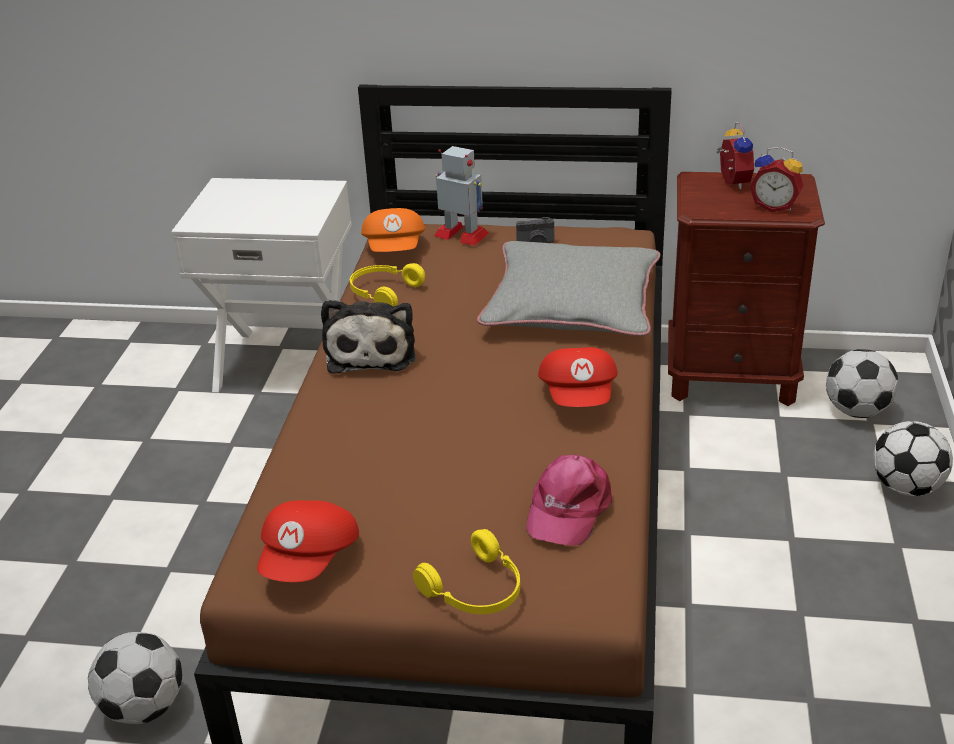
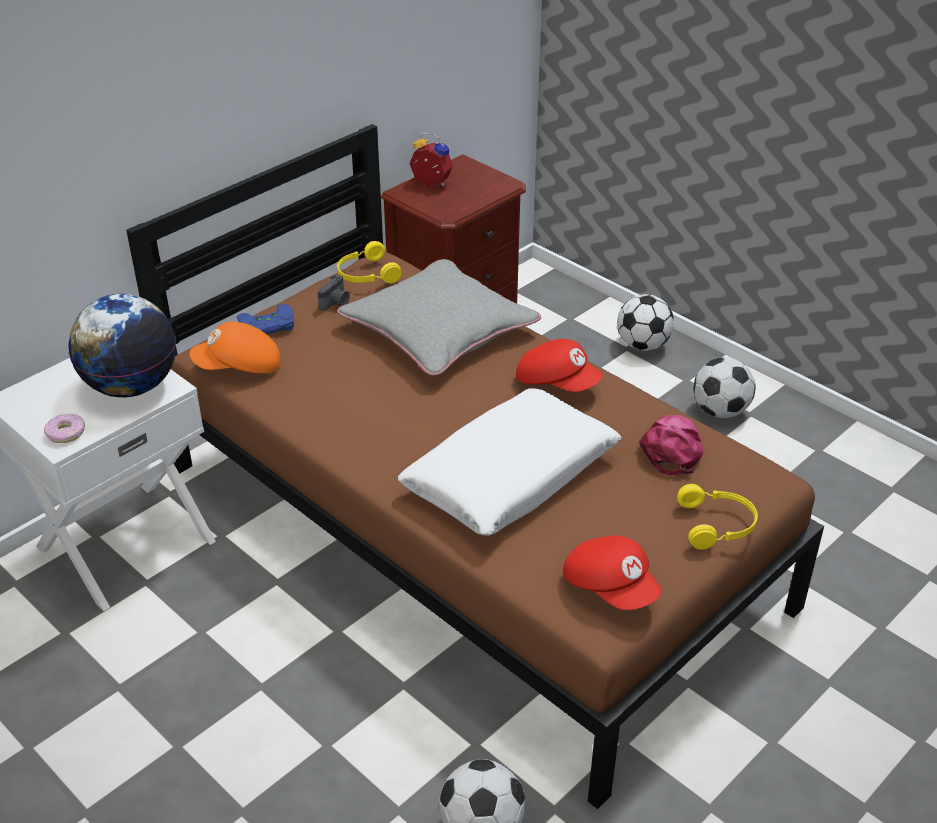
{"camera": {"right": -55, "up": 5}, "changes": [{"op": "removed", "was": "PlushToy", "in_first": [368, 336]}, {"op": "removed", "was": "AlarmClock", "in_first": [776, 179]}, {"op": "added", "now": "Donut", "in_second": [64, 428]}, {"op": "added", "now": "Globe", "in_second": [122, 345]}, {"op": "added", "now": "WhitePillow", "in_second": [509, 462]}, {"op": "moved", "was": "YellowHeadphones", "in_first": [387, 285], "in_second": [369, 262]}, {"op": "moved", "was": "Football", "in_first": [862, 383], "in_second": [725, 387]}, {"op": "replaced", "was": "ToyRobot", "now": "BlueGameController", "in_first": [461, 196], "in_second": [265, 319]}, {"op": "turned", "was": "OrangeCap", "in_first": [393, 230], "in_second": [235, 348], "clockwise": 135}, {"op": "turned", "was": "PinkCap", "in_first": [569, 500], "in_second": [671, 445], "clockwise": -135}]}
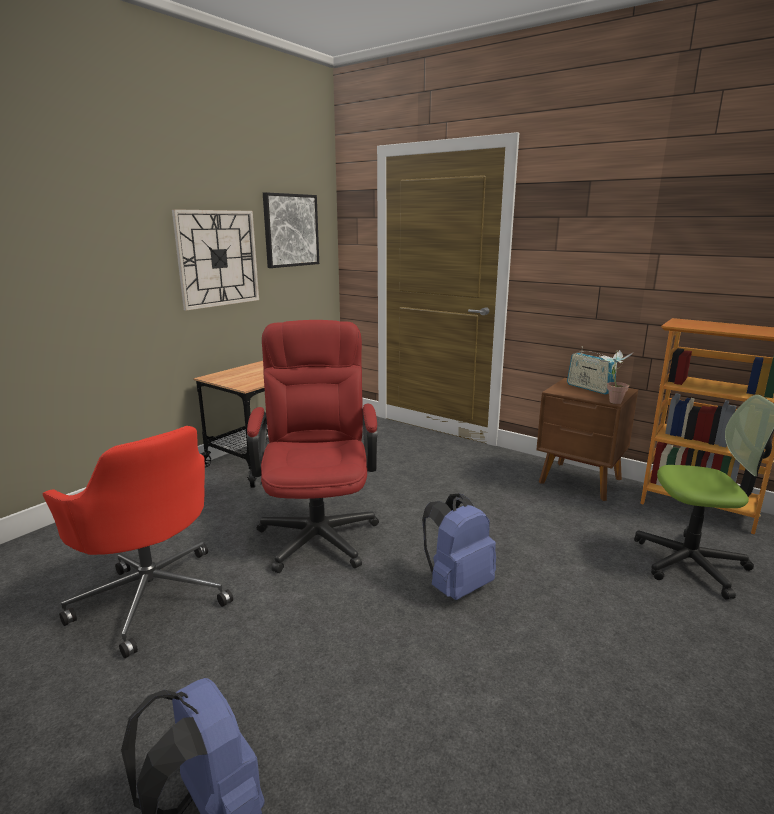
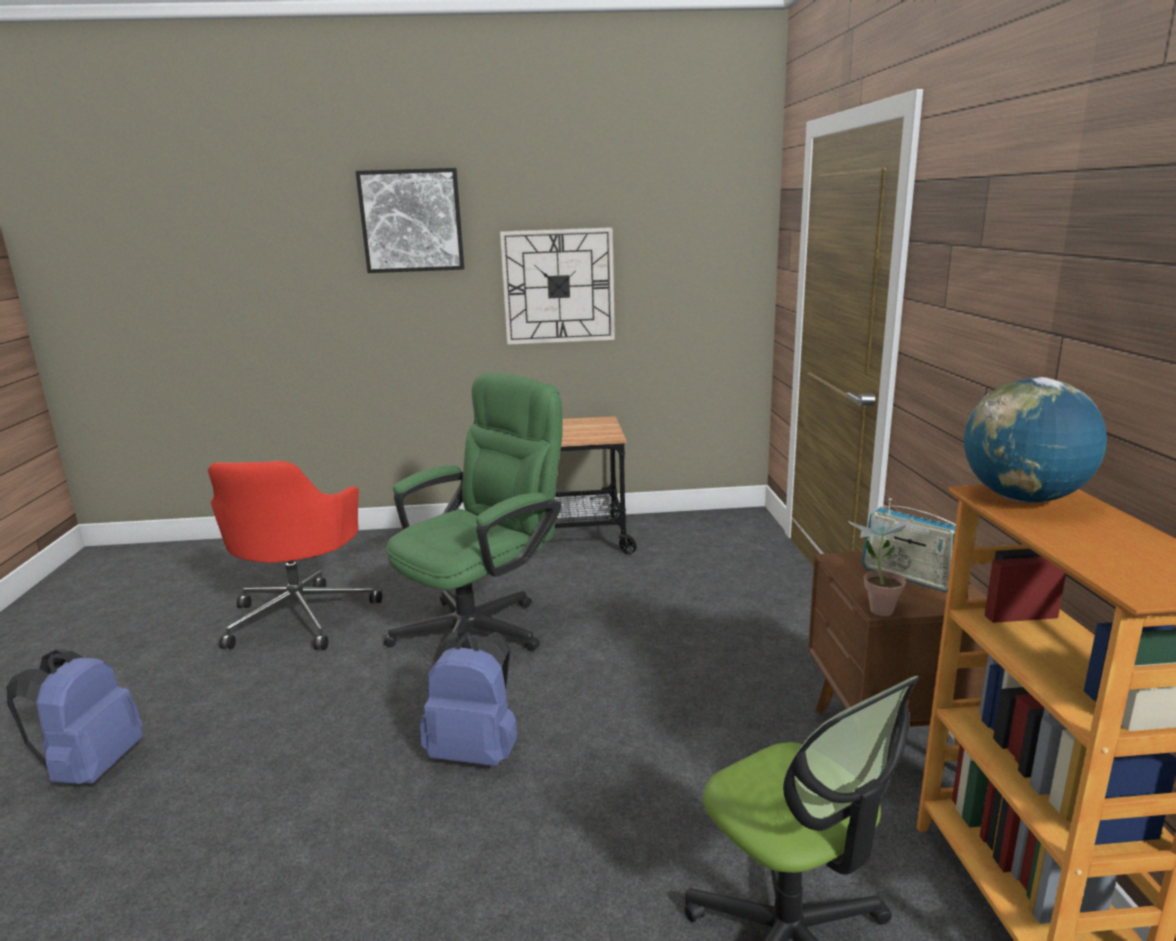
{"camera": {"right": 50, "up": 0}, "changes": [{"op": "added", "now": "Globe", "in_second": [1035, 440]}, {"op": "moved", "was": "Picture", "in_first": [291, 230], "in_second": [410, 220]}, {"op": "recoloured", "was": "RedOfficeChair", "now": "GreenOfficeChair", "in_first": [313, 446], "in_second": [473, 512]}, {"op": "turned", "was": "Radio", "in_first": [592, 371], "in_second": [909, 545], "clockwise": -60}]}
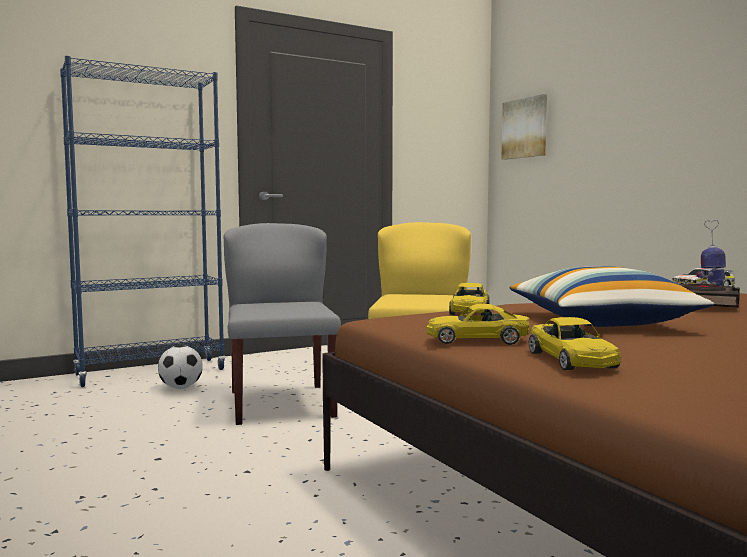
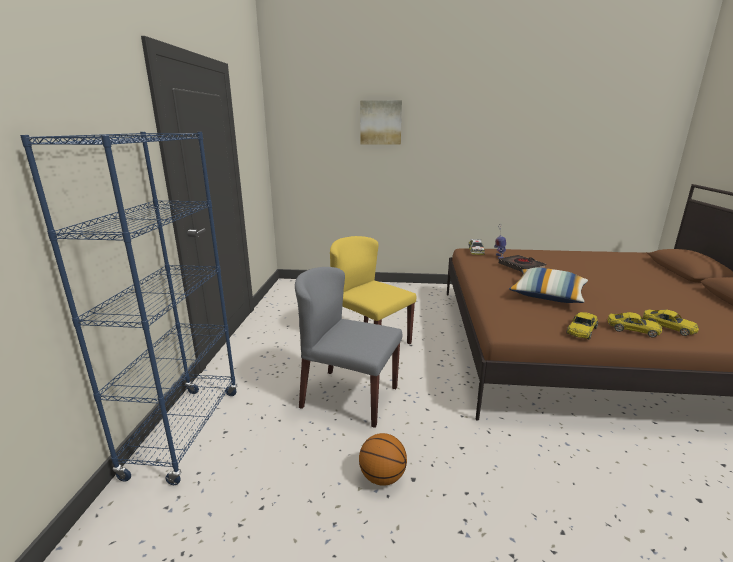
{"camera": {"right": -55, "up": 15}, "changes": [{"op": "removed", "was": "Football", "in_first": [180, 367]}, {"op": "added", "now": "Basketball", "in_second": [383, 459]}, {"op": "moved", "was": "YellowToyCar", "in_first": [469, 299], "in_second": [671, 322]}, {"op": "moved", "was": "Picture", "in_first": [524, 127], "in_second": [381, 122]}]}
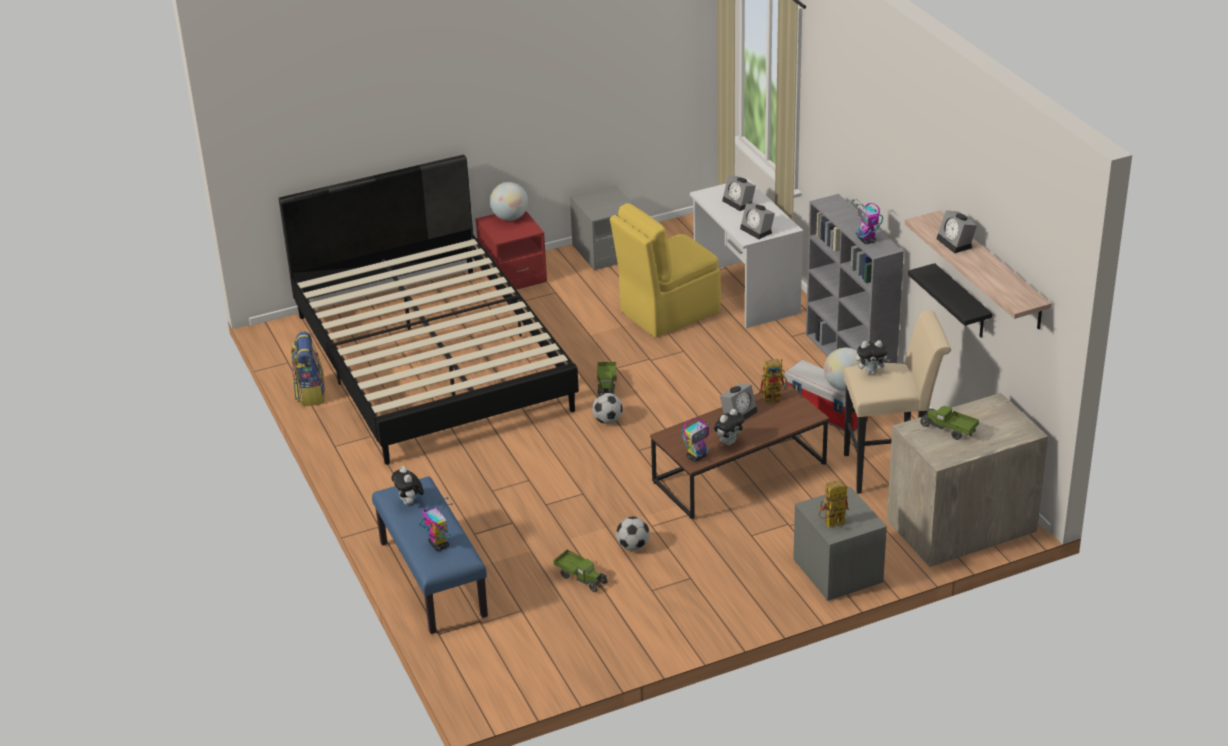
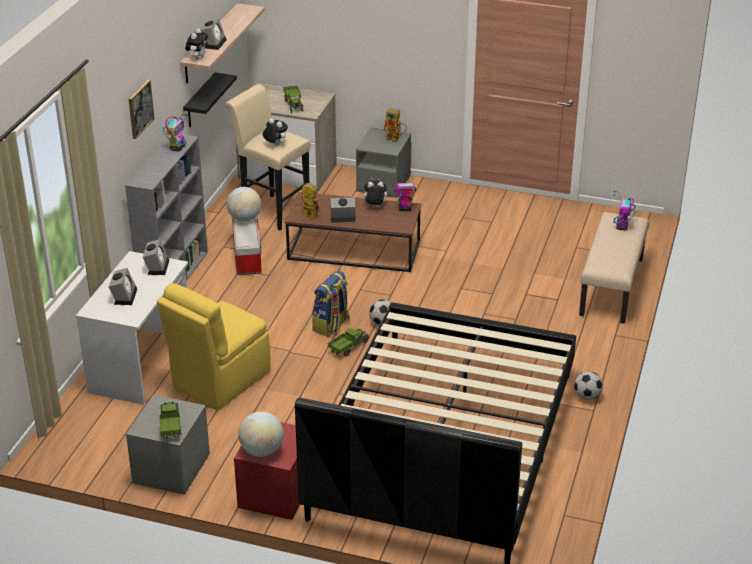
{"camera": {"right": -140, "up": 0}, "changes": [{"op": "added", "now": "Picture", "in_second": [141, 109]}, {"op": "moved", "was": "Backpack", "in_first": [308, 369], "in_second": [331, 304]}, {"op": "moved", "was": "PlushToy", "in_first": [407, 485], "in_second": [196, 44]}, {"op": "moved", "was": "ToyTruck", "in_first": [580, 570], "in_second": [170, 420]}, {"op": "moved", "was": "Football", "in_first": [633, 534], "in_second": [588, 385]}, {"op": "recoloured", "was": "BlueBench", "now": "BeigeBench", "in_first": [430, 555], "in_second": [614, 268]}, {"op": "turned", "was": "YellowChair", "in_first": [665, 270], "in_second": [213, 347], "clockwise": 120}]}
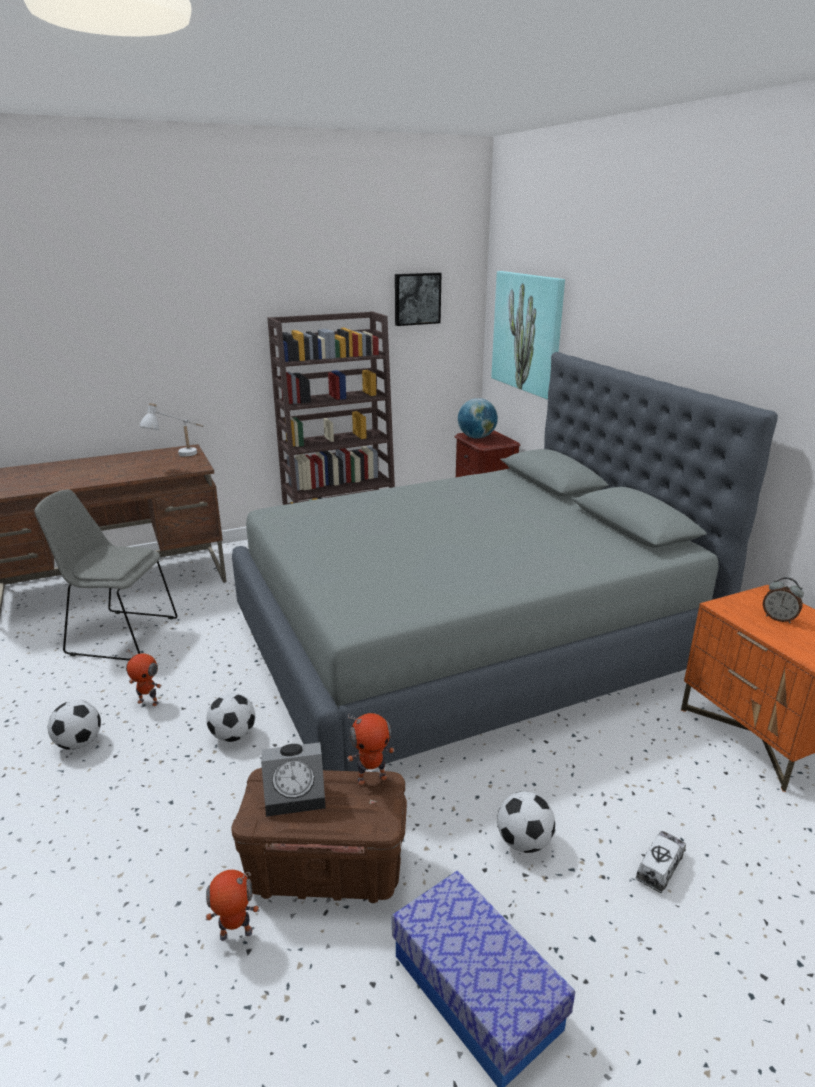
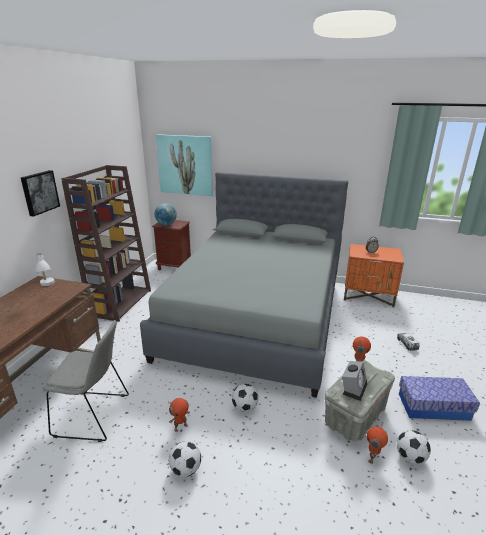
{"camera": {"right": -50, "up": 0}, "changes": [{"op": "moved", "was": "Picture", "in_first": [418, 299], "in_second": [40, 193]}, {"op": "moved", "was": "Football", "in_first": [526, 822], "in_second": [414, 447]}, {"op": "recoloured", "was": "BrownStorageBox", "now": "GreyStorageBox", "in_first": [319, 835], "in_second": [360, 401]}, {"op": "turned", "was": "GreyChair", "in_first": [106, 574], "in_second": [86, 381], "clockwise": -135}]}
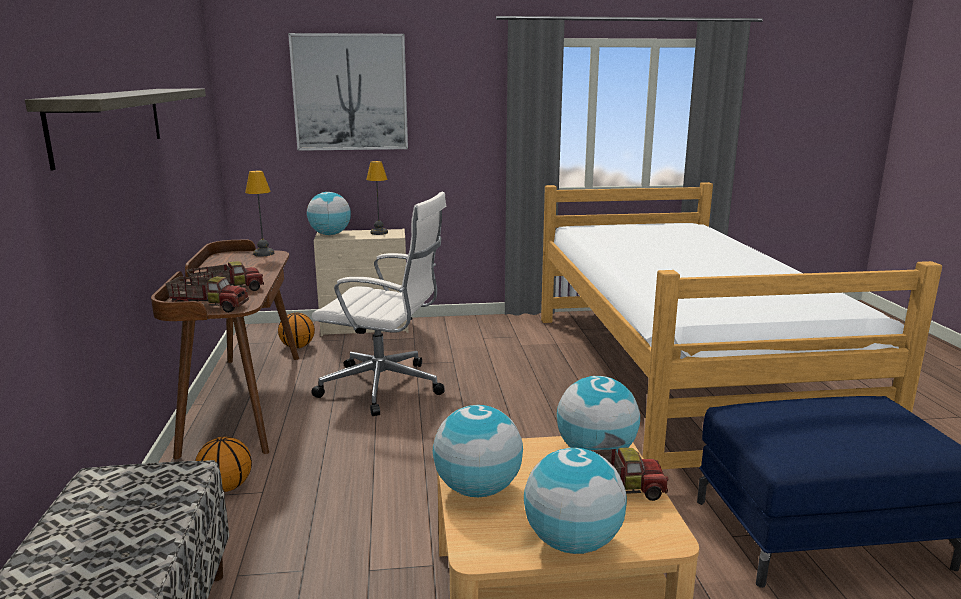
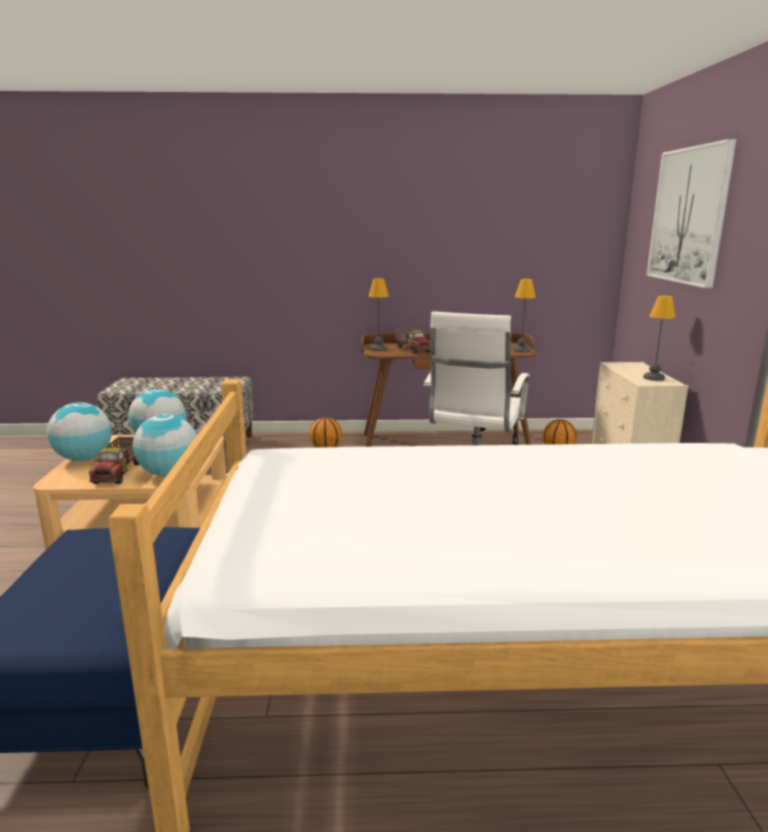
{"camera": {"right": 95, "up": 0}, "changes": [{"op": "removed", "was": "Shelf", "in_first": [115, 129]}, {"op": "removed", "was": "Globe", "in_first": [329, 213]}, {"op": "replaced", "was": "ToyTruck", "now": "TableLamp", "in_first": [207, 294], "in_second": [378, 314]}]}
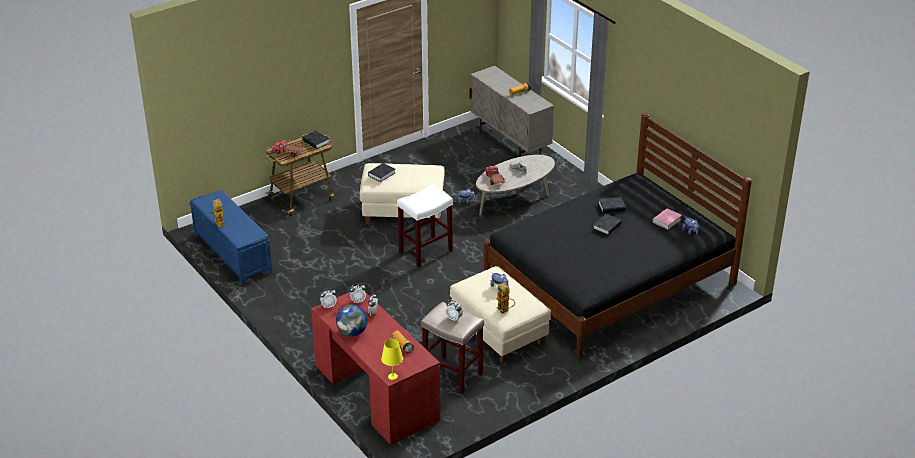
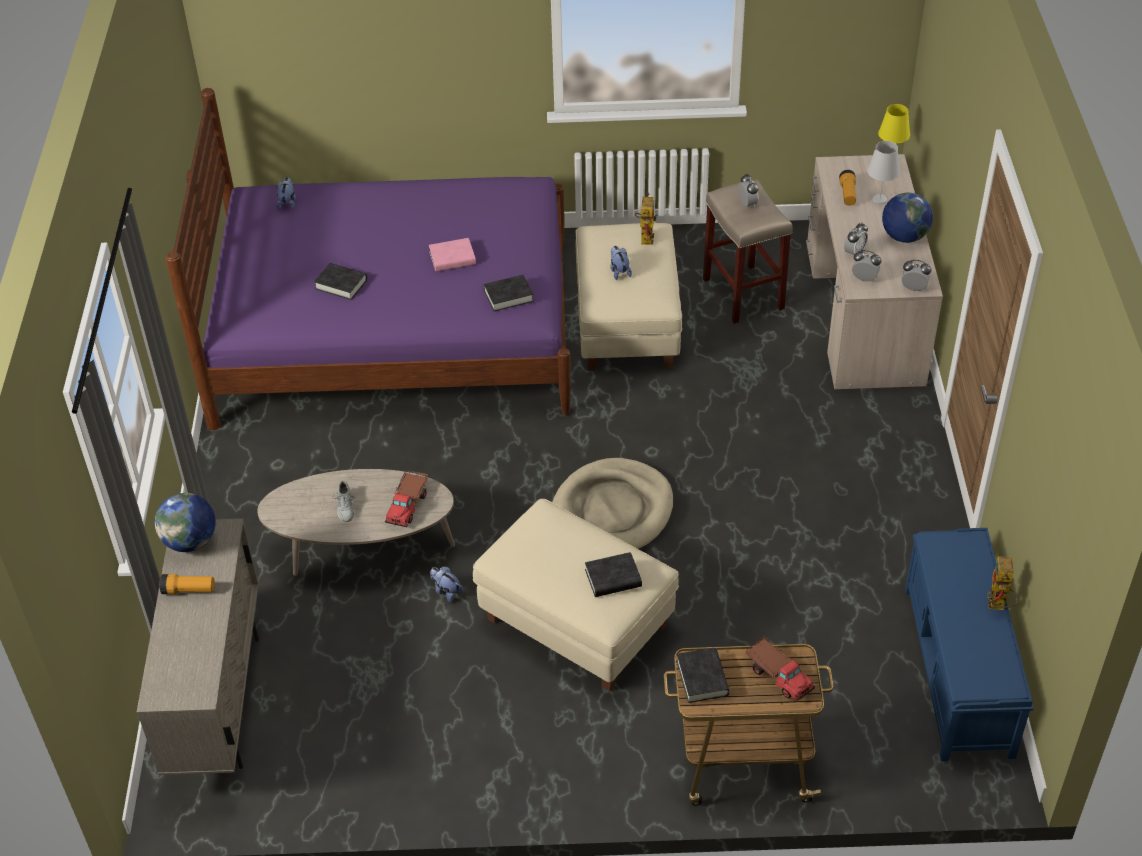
{"camera": {"right": -145, "up": 10}, "changes": [{"op": "added", "now": "Globe", "in_second": [185, 522]}, {"op": "added", "now": "WhiteTableLamp", "in_second": [883, 172]}, {"op": "moved", "was": "BlackBook", "in_first": [607, 224], "in_second": [508, 293]}, {"op": "moved", "was": "PinkBook", "in_first": [667, 219], "in_second": [452, 255]}, {"op": "replaced", "was": "WhiteStool", "now": "BeigeDogBed", "in_first": [425, 225], "in_second": [612, 503]}, {"op": "recoloured", "was": "RedDesk", "now": "BeigeDesk", "in_first": [375, 368], "in_second": [874, 271]}, {"op": "recoloured", "was": "BlackBed", "now": "PurpleBed", "in_first": [618, 236], "in_second": [368, 259]}]}
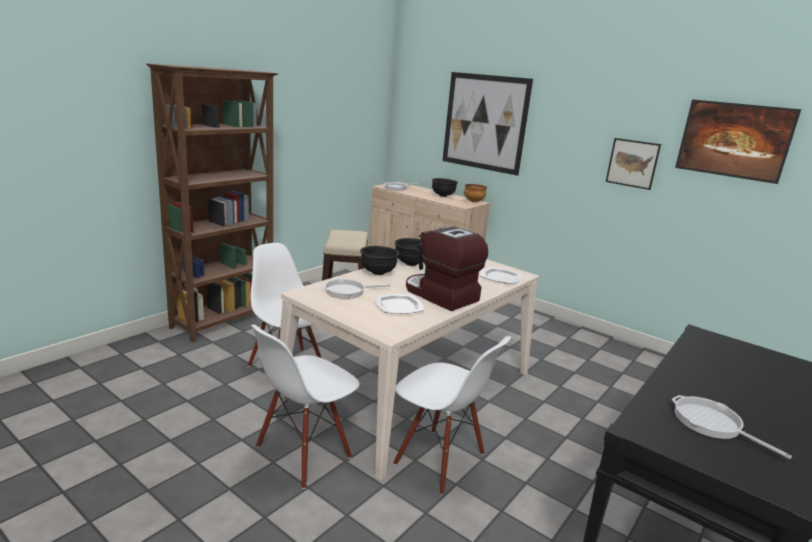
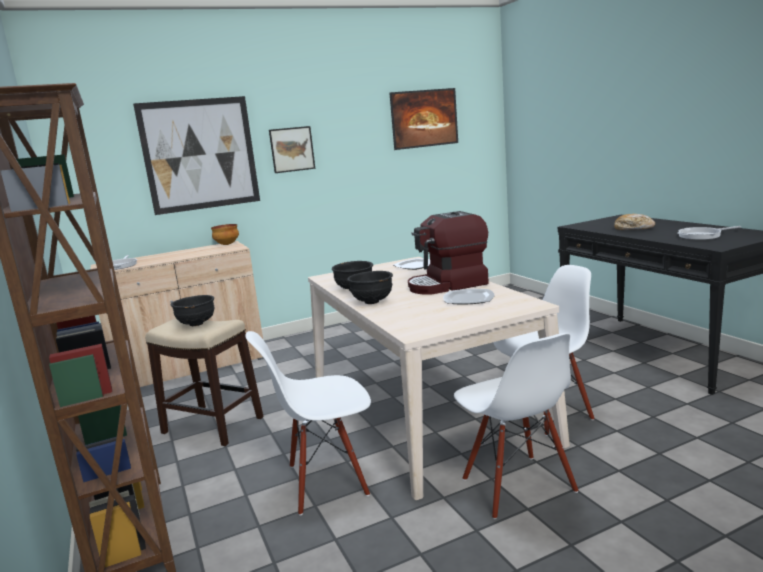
{"camera": {"right": -60, "up": -5}, "changes": [{"op": "removed", "was": "FryingPan", "in_first": [356, 289]}, {"op": "added", "now": "Bread", "in_second": [634, 222]}, {"op": "moved", "was": "BlackBowl", "in_first": [445, 187], "in_second": [192, 310]}, {"op": "moved", "was": "Picture", "in_first": [633, 164], "in_second": [292, 149]}]}
